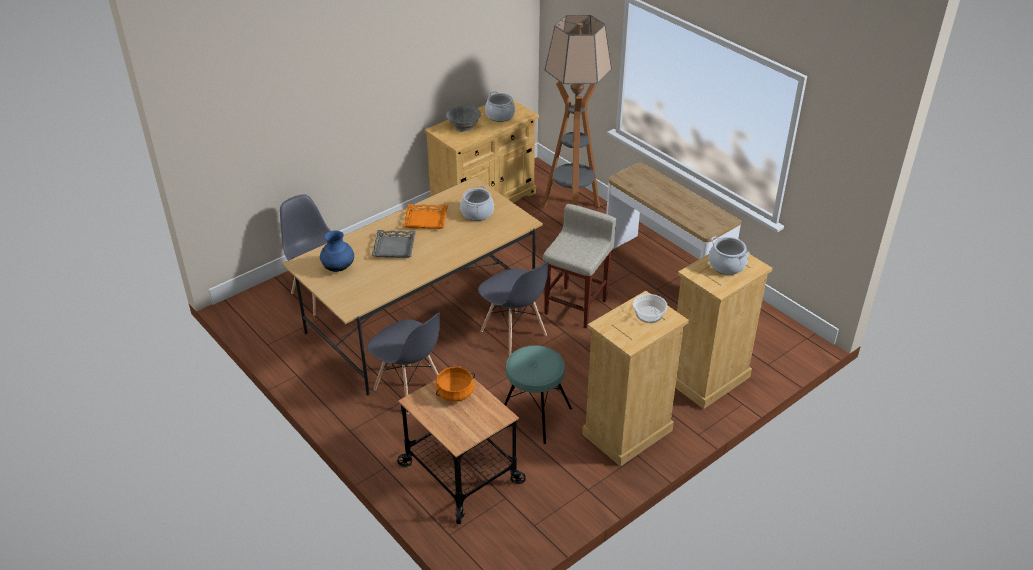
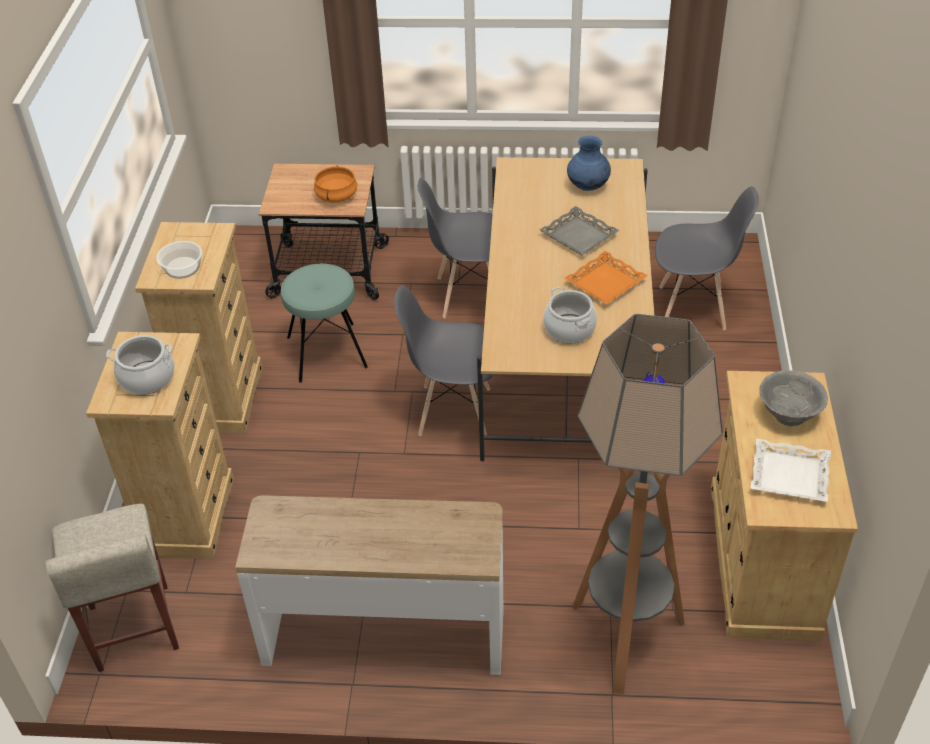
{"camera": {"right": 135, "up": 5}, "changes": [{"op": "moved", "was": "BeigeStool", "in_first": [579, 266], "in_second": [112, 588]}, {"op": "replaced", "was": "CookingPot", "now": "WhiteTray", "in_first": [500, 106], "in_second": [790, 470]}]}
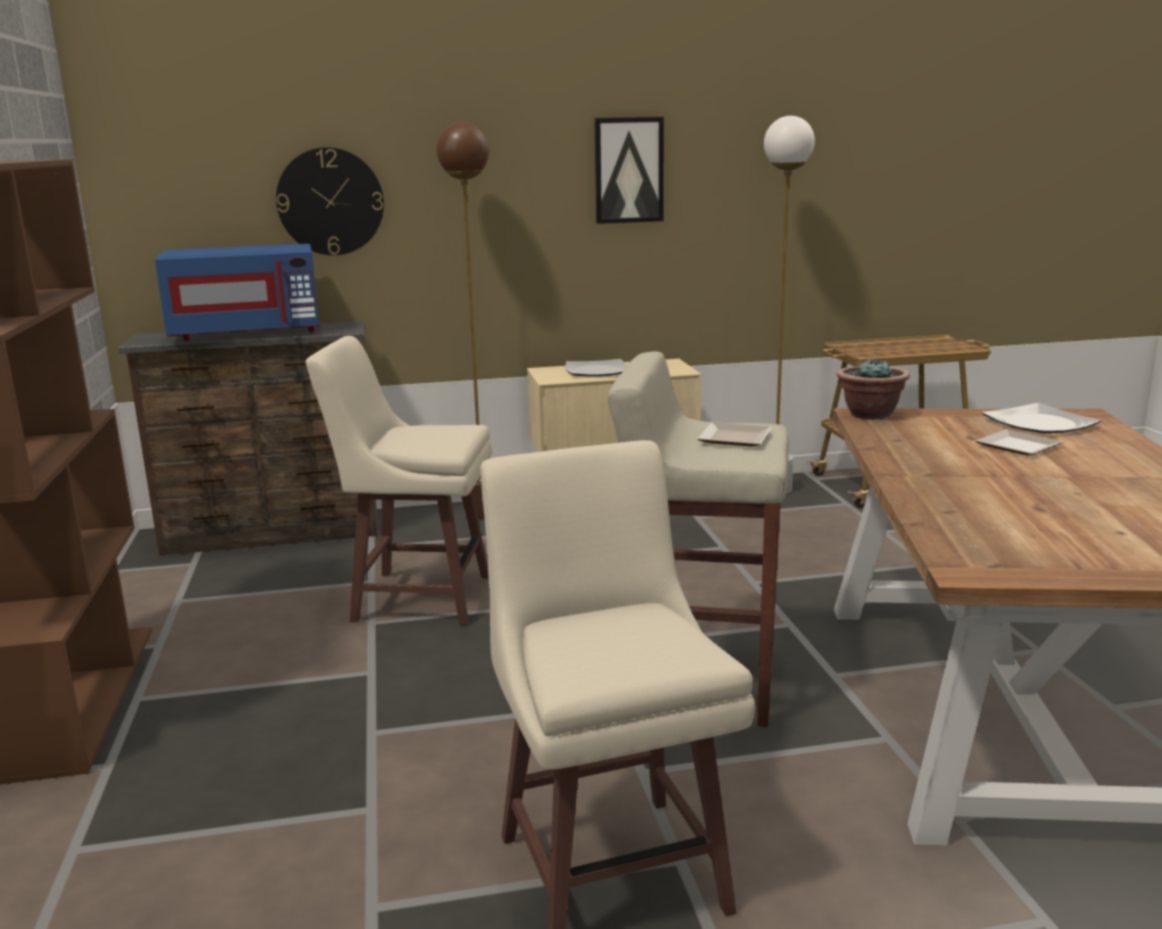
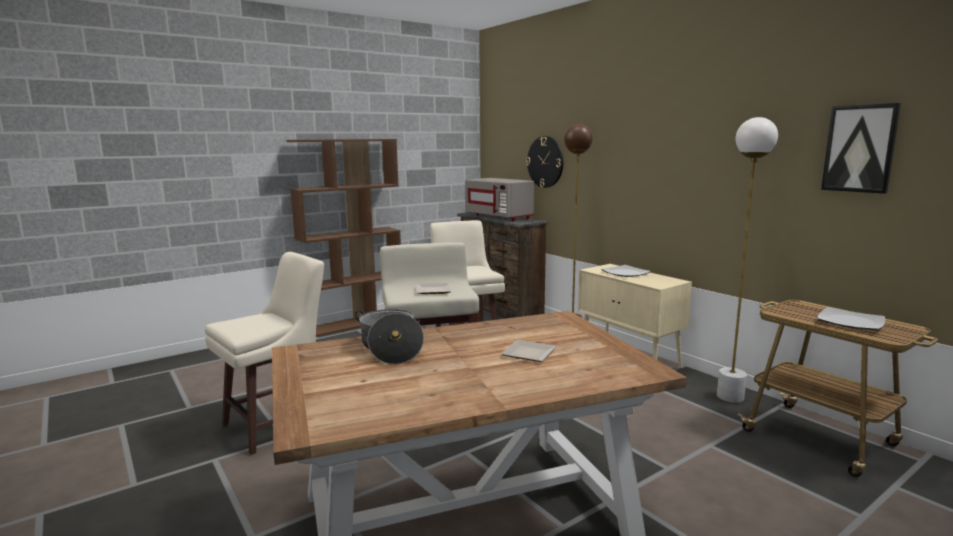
{"camera": {"right": 65, "up": -5}, "changes": [{"op": "removed", "was": "PottedPlant", "in_first": [873, 388]}, {"op": "added", "now": "CookingPot", "in_second": [389, 337]}, {"op": "moved", "was": "Picture", "in_first": [629, 170], "in_second": [861, 148]}, {"op": "moved", "was": "Plate", "in_first": [1041, 418], "in_second": [851, 318]}, {"op": "recoloured", "was": "BlueMicrowave", "now": "GreyMicrowave", "in_first": [237, 292], "in_second": [499, 199]}]}
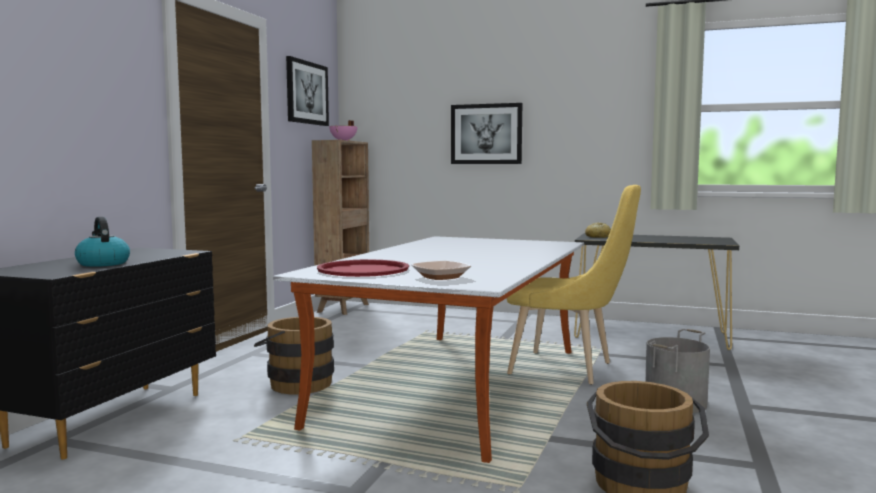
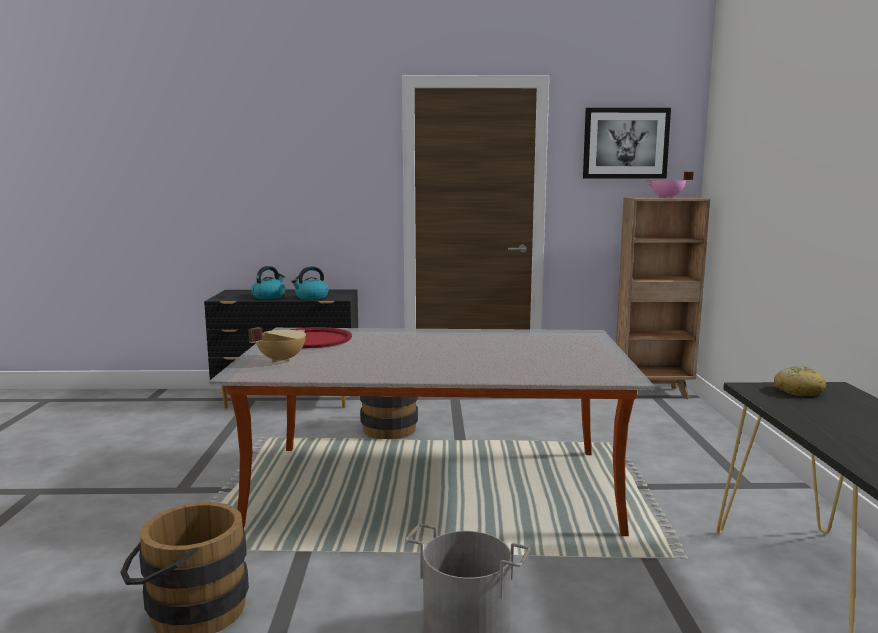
{"camera": {"right": 70, "up": 5}, "changes": [{"op": "removed", "was": "Picture", "in_first": [486, 133]}, {"op": "removed", "was": "YellowChair", "in_first": [574, 285]}, {"op": "added", "now": "Kettle", "in_second": [310, 283]}, {"op": "replaced", "was": "Bowl", "now": "BeigeCookingPot", "in_first": [441, 270], "in_second": [277, 345]}]}
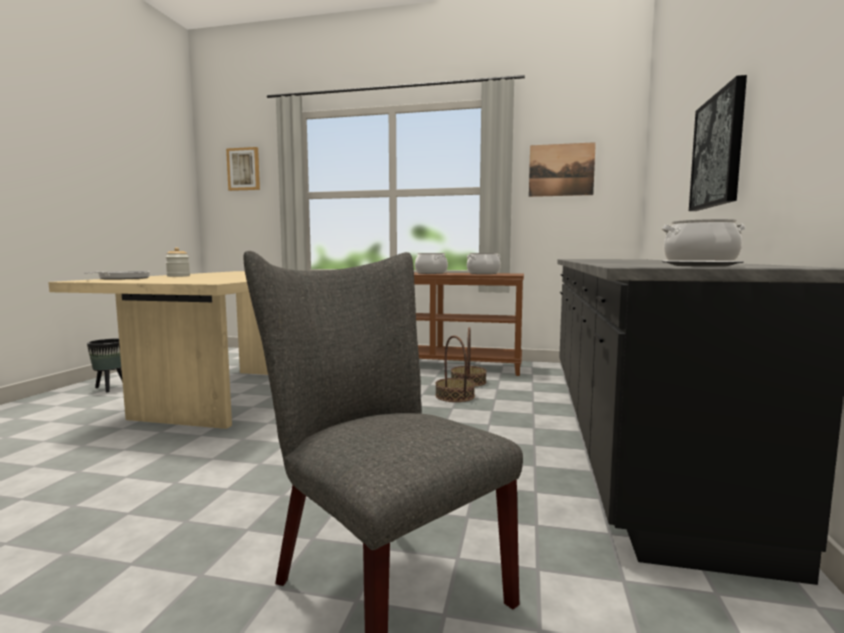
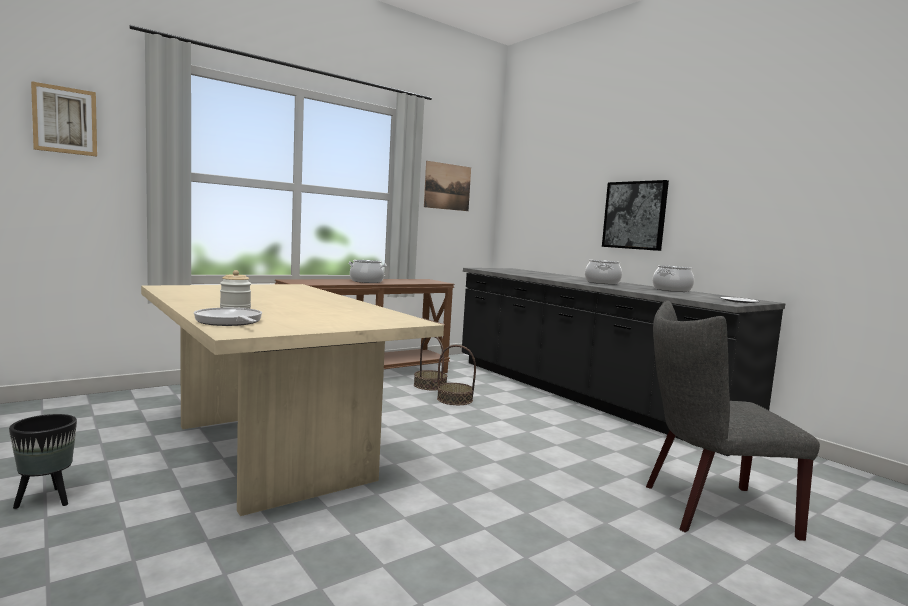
{"camera": {"right": -50, "up": 0}, "changes": [{"op": "moved", "was": "CookingPot", "in_first": [484, 263], "in_second": [603, 272]}]}
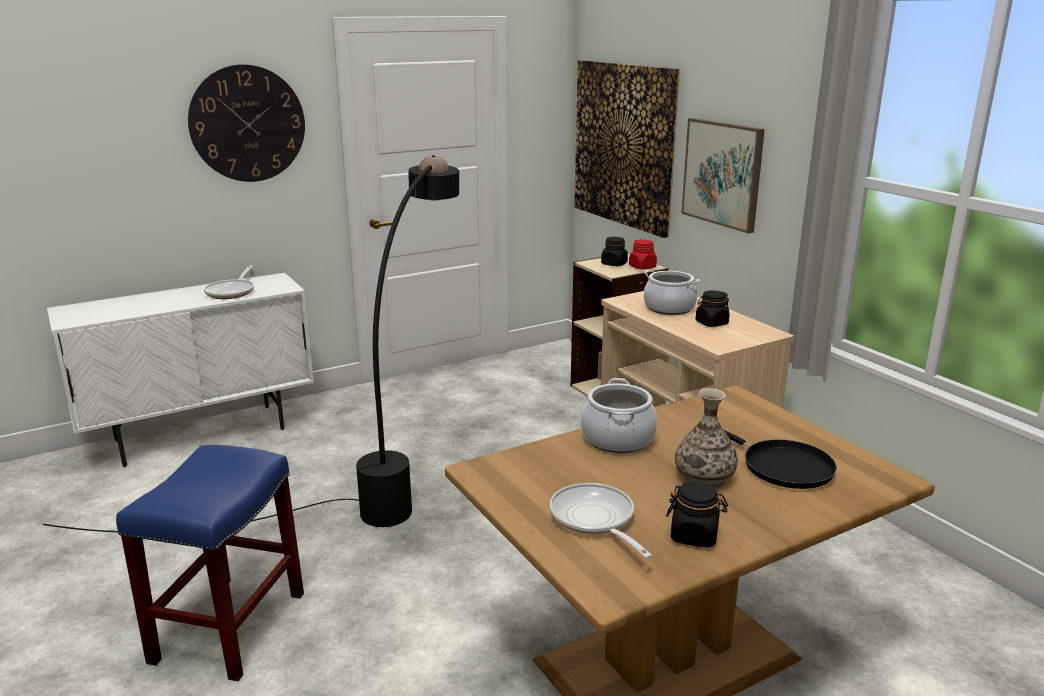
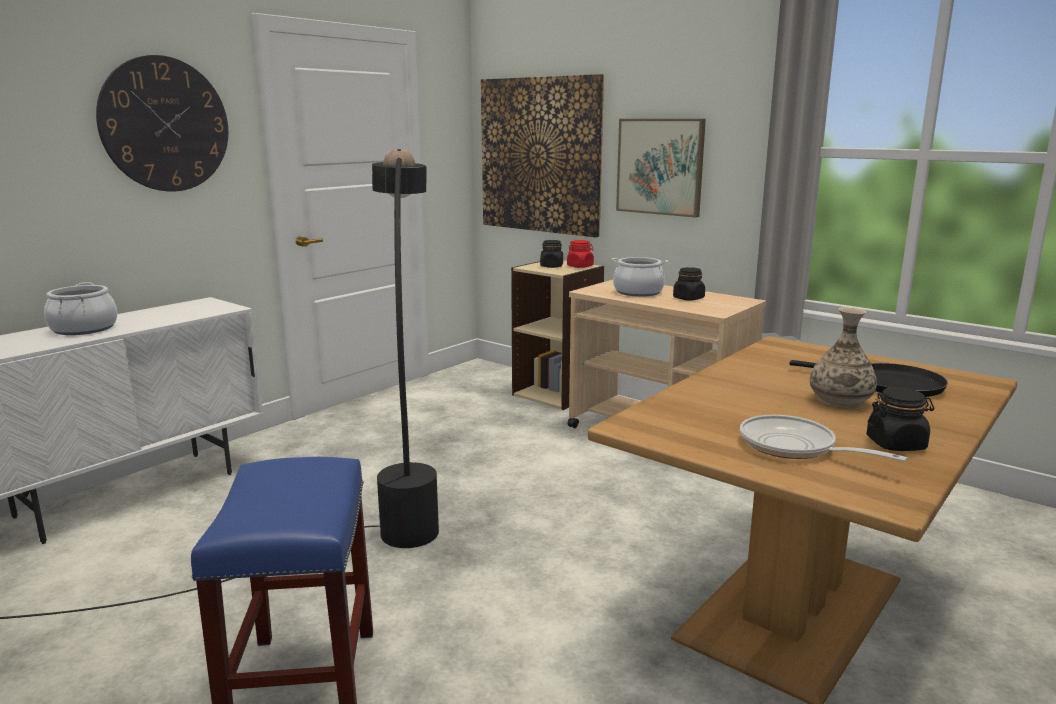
{"camera": {"right": -20, "up": -5}, "changes": [{"op": "removed", "was": "FryingPan", "in_first": [229, 282]}, {"op": "moved", "was": "CookingPot", "in_first": [619, 415], "in_second": [80, 308]}]}
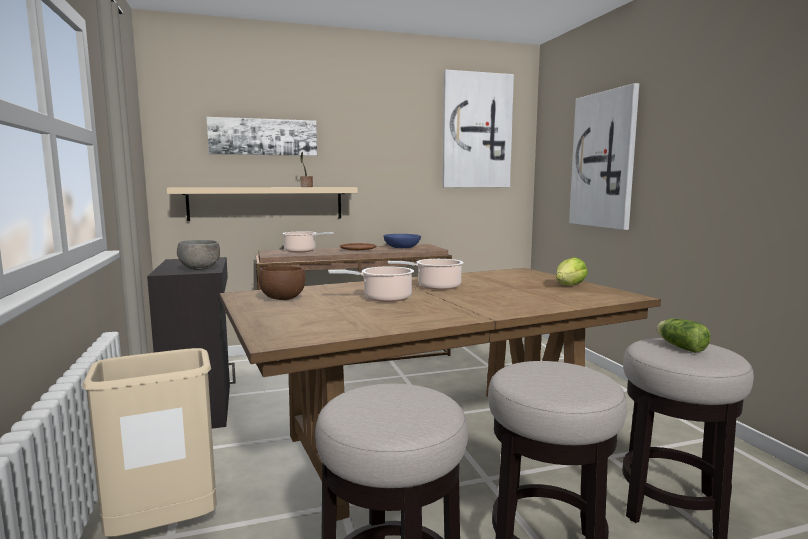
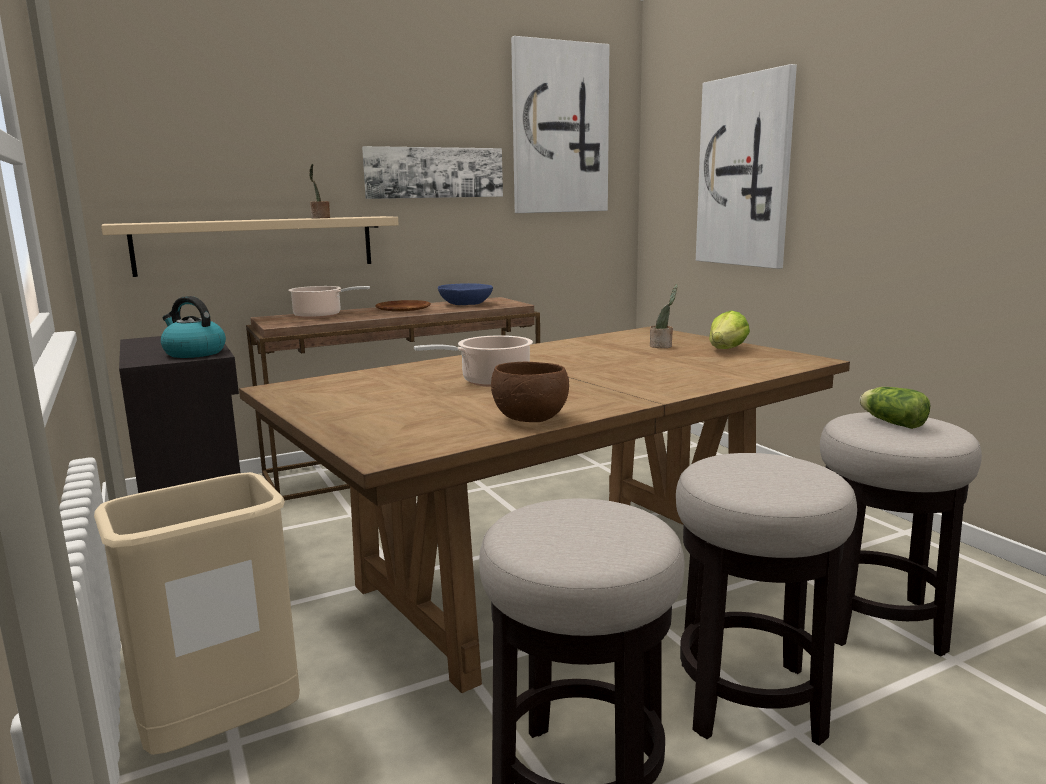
{"camera": {"right": -10, "up": 5}, "changes": [{"op": "removed", "was": "CookingPot", "in_first": [425, 274]}, {"op": "added", "now": "PottedPlant", "in_second": [664, 316]}, {"op": "moved", "was": "Picture", "in_first": [262, 136], "in_second": [432, 172]}, {"op": "moved", "was": "BrownBowl", "in_first": [282, 283], "in_second": [530, 392]}, {"op": "replaced", "was": "GreyBowl", "now": "Kettle", "in_first": [198, 255], "in_second": [193, 327]}]}
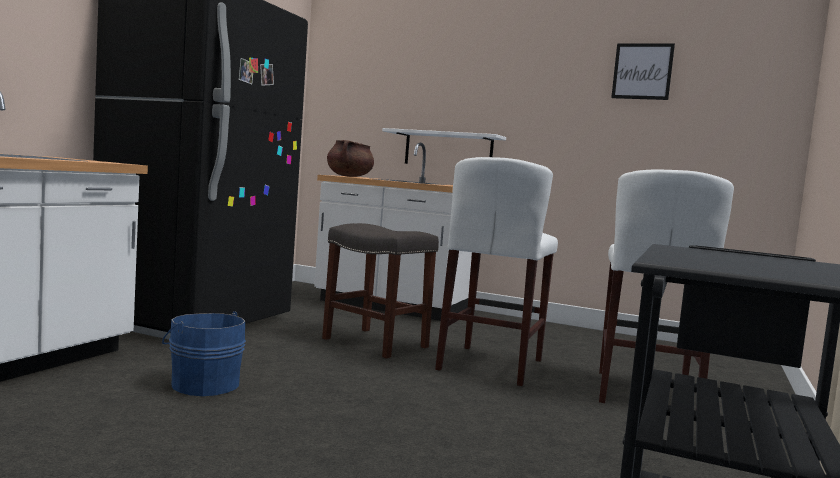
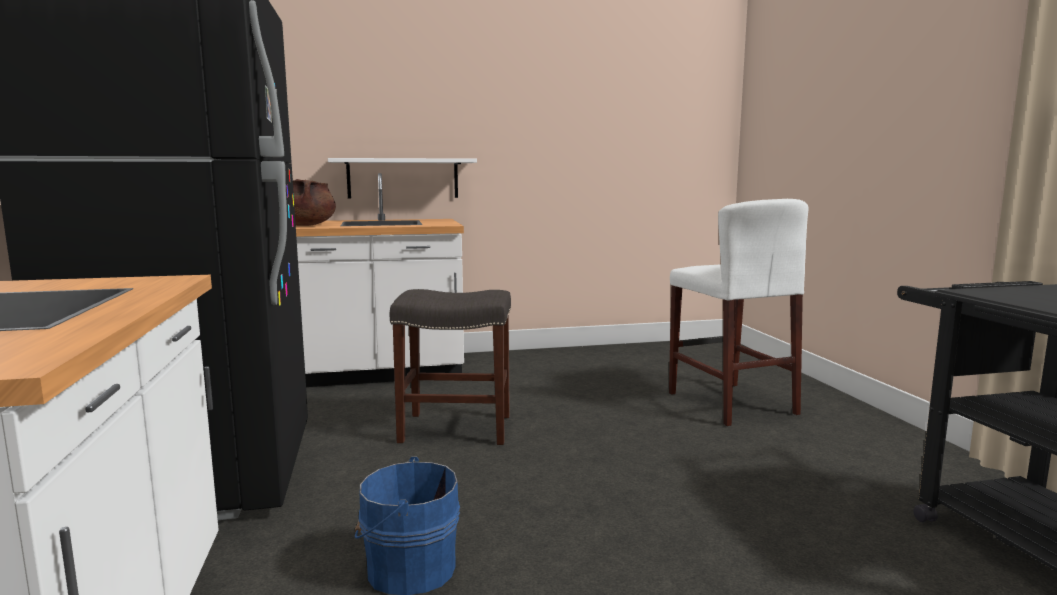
{"camera": {"right": -35, "up": 5}, "changes": [{"op": "removed", "was": "WhiteStool", "in_first": [496, 271]}, {"op": "removed", "was": "Picture", "in_first": [643, 71]}]}
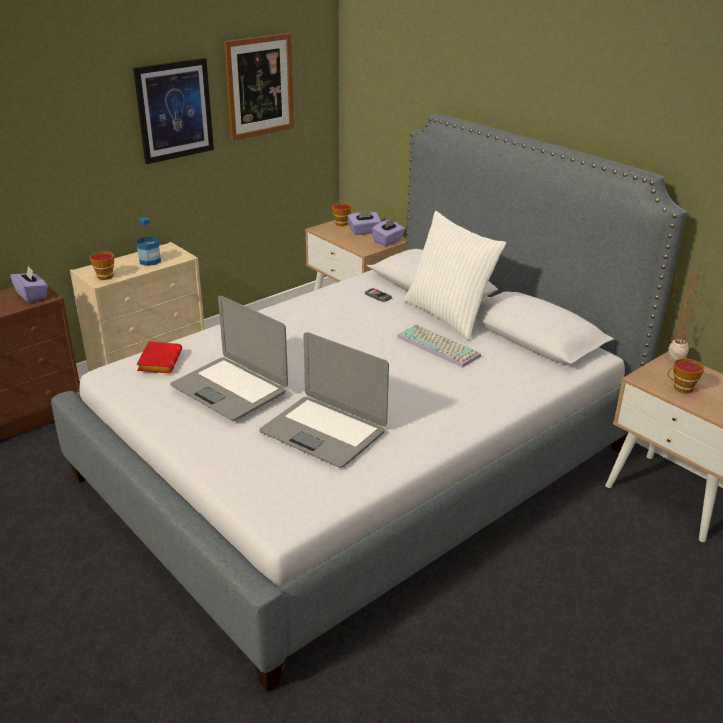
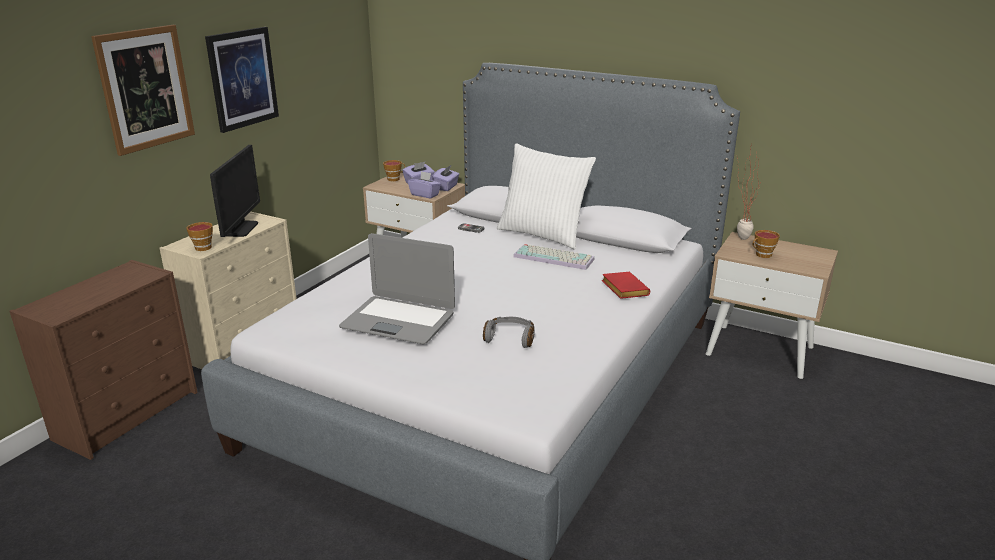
{"camera": {"right": -20, "up": -5}, "changes": [{"op": "moved", "was": "PurpleTissueBox", "in_first": [29, 284], "in_second": [424, 184]}, {"op": "moved", "was": "RedBook", "in_first": [159, 357], "in_second": [626, 285]}, {"op": "moved", "was": "Picture", "in_first": [259, 87], "in_second": [143, 90]}, {"op": "replaced", "was": "Bottle", "now": "Monitor", "in_first": [148, 241], "in_second": [235, 191]}, {"op": "replaced", "was": "Laptop", "now": "GreyHeadphones", "in_first": [324, 400], "in_second": [509, 332]}]}
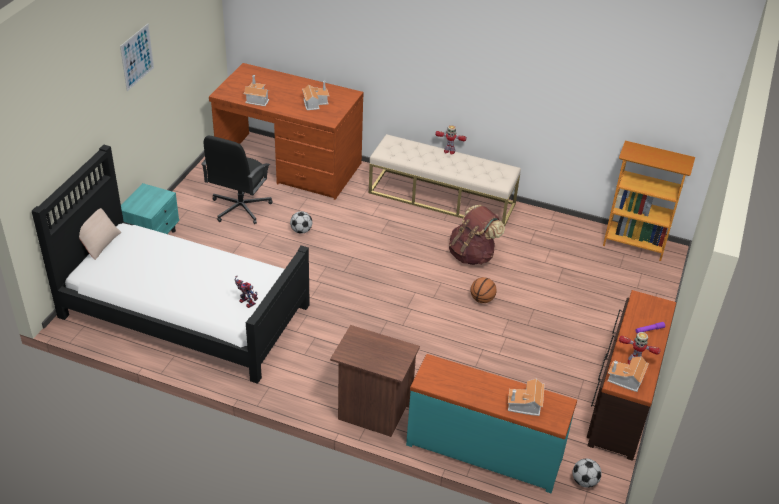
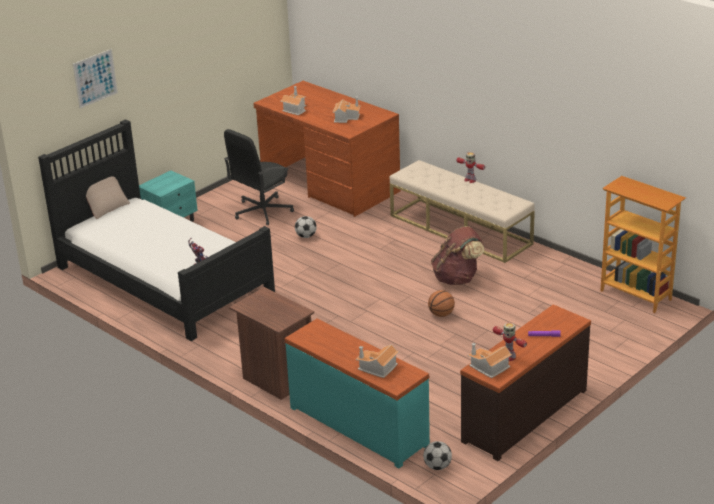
{"camera": {"right": 25, "up": -10}, "changes": [{"op": "moved", "was": "Picture", "in_first": [137, 57], "in_second": [95, 79]}]}
